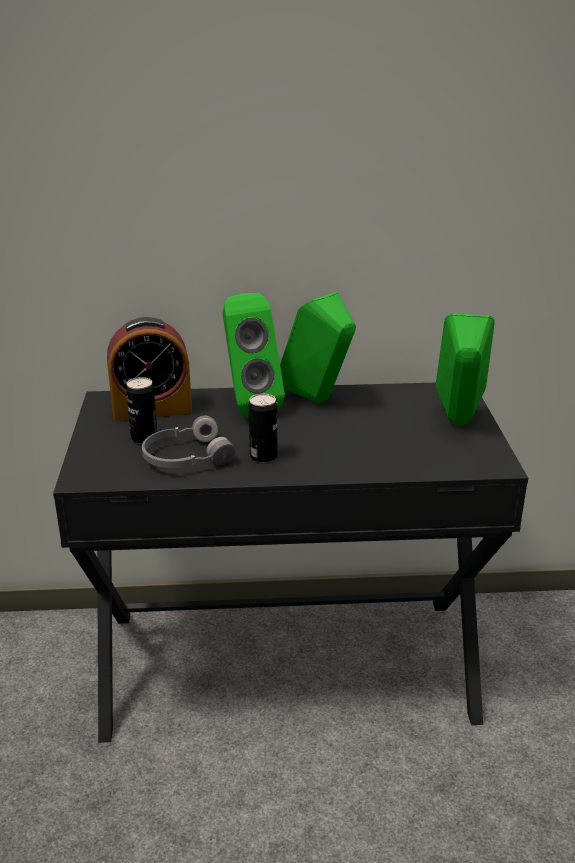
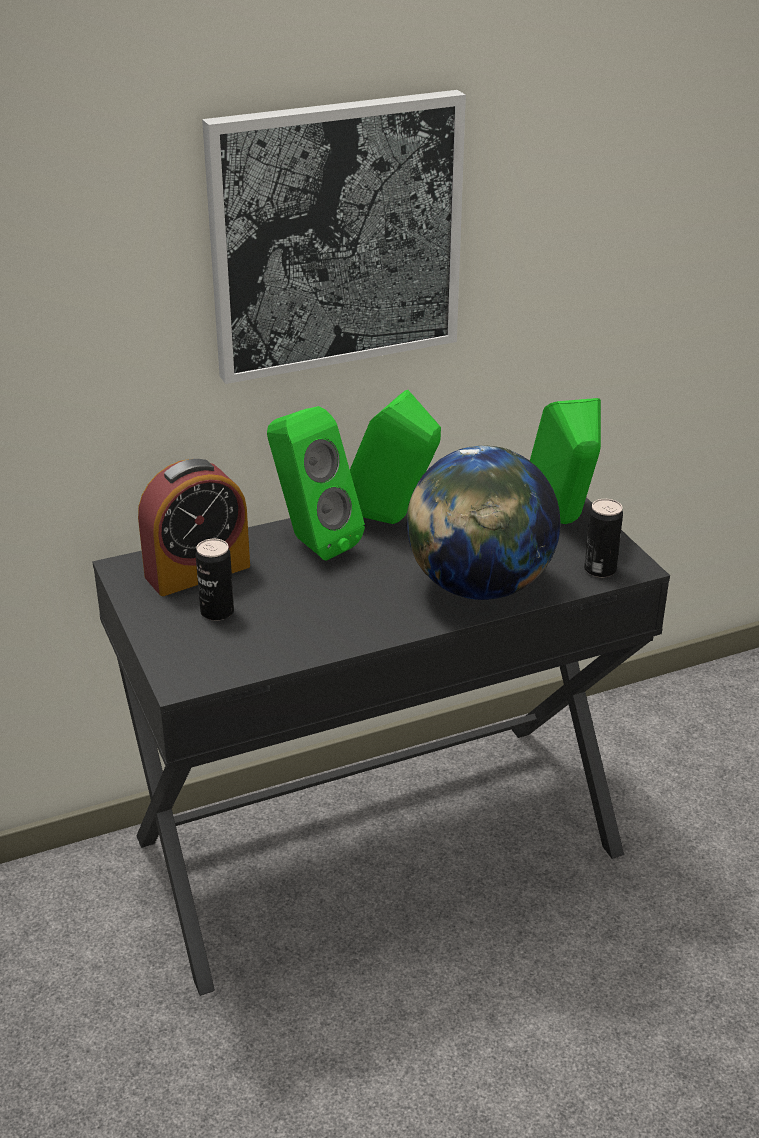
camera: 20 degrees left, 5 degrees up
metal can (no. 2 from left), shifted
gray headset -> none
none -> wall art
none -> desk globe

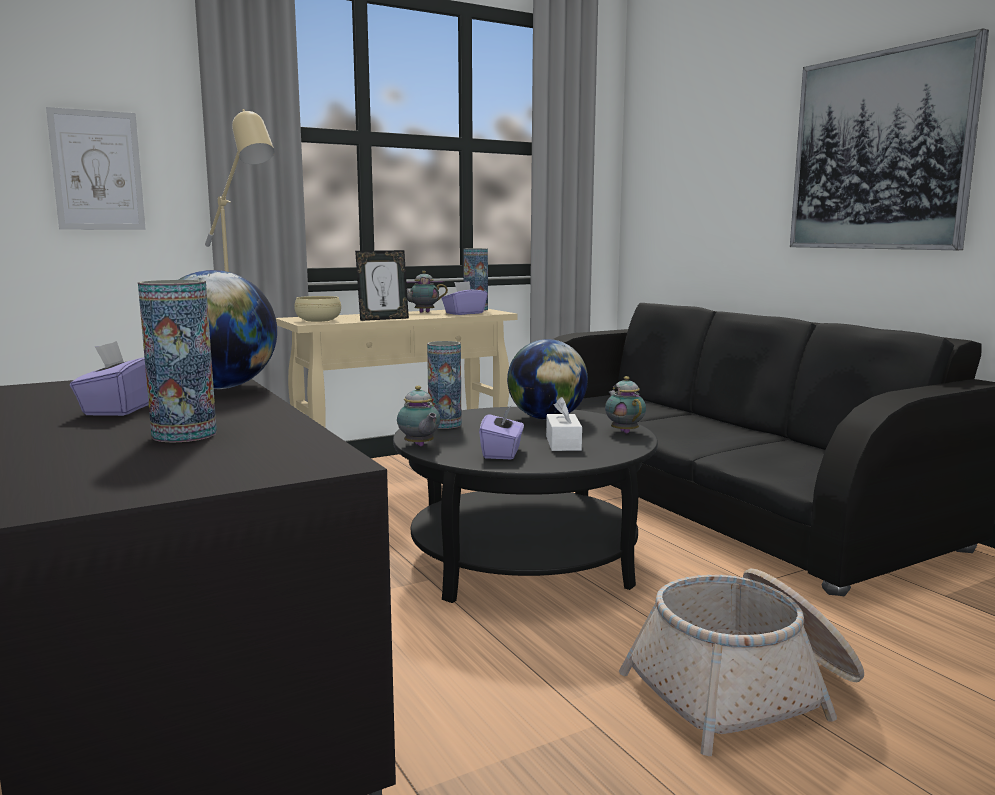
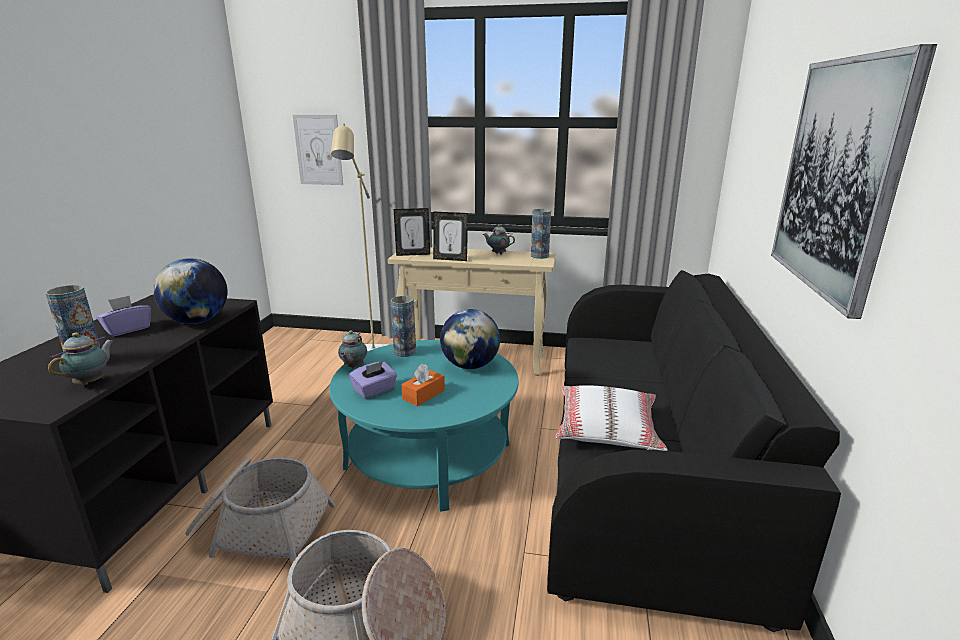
camera: 40 degrees right, 10 degrees up
purplish tissue holder (no. 2 from left) -> none
beige deep dish -> picture frame (no. 1 from left)
pot for tea (no. 3 from left in the first image) -> pot for tea (no. 1 from left), shifted
white-coloured tissue holder -> orangey tissue holder
black-coloured coffee table -> turquoise coffee table
none -> white-coloured cushion
none -> household basket (no. 1 from left)

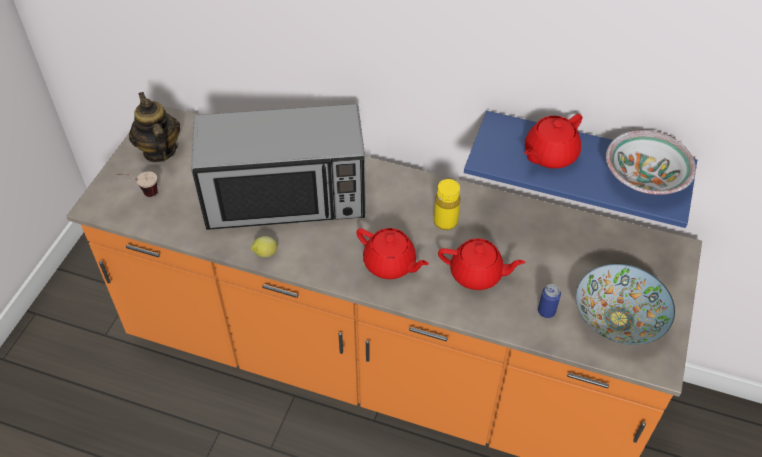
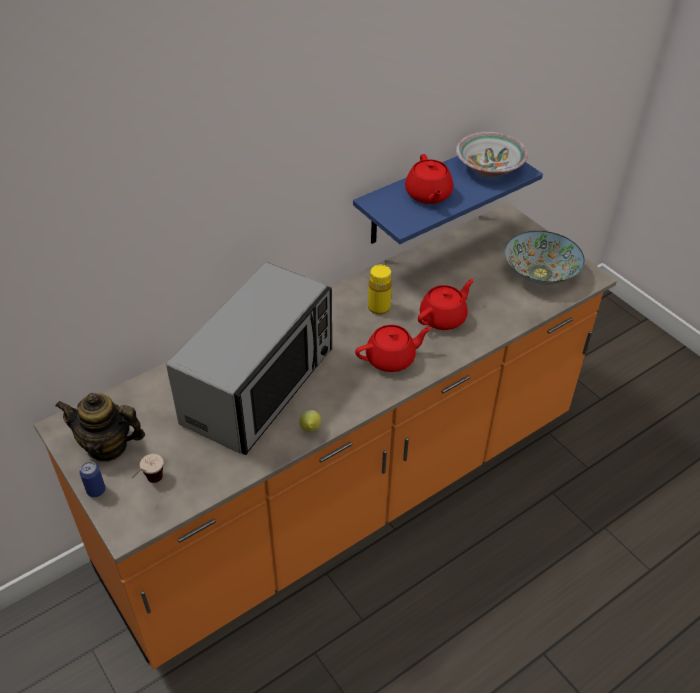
camera: 55 degrees left, 5 degrees down
metal can, shifted

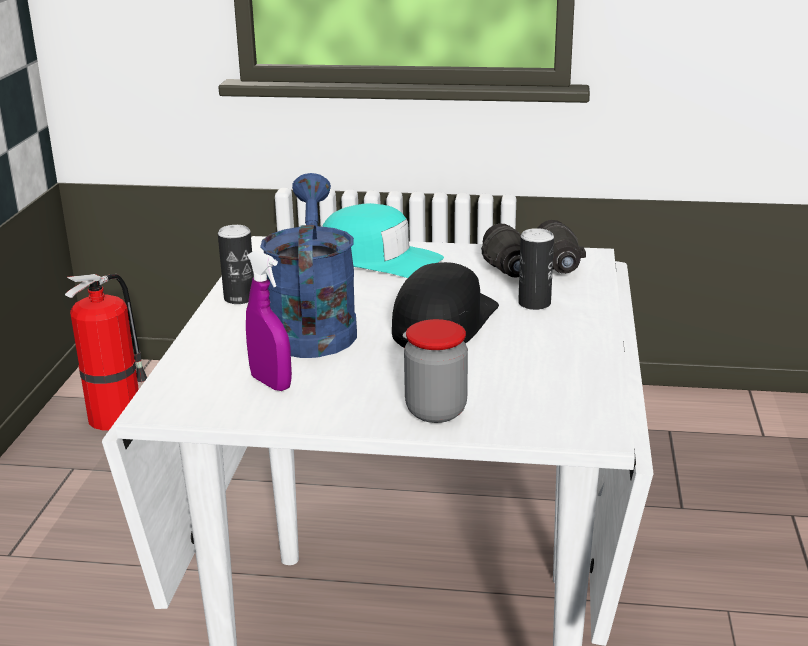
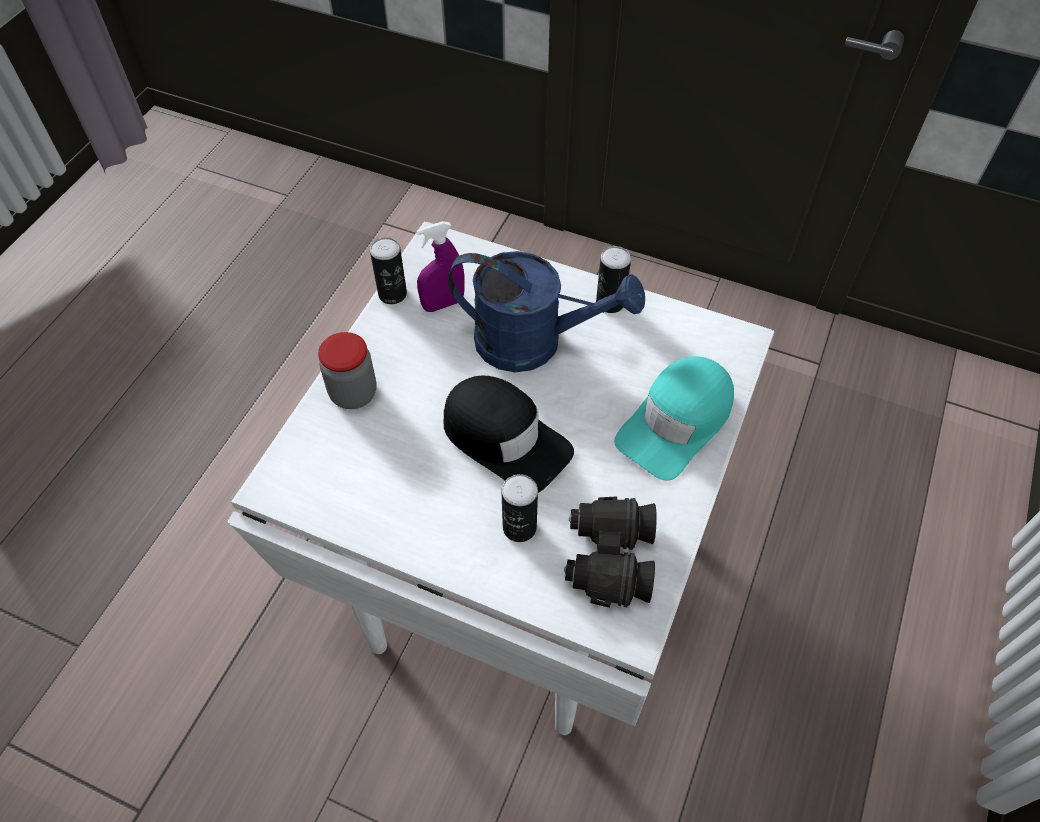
camera: 105 degrees right, 30 degrees up
extinguisher -> none
none -> metal can (no. 1 from left)

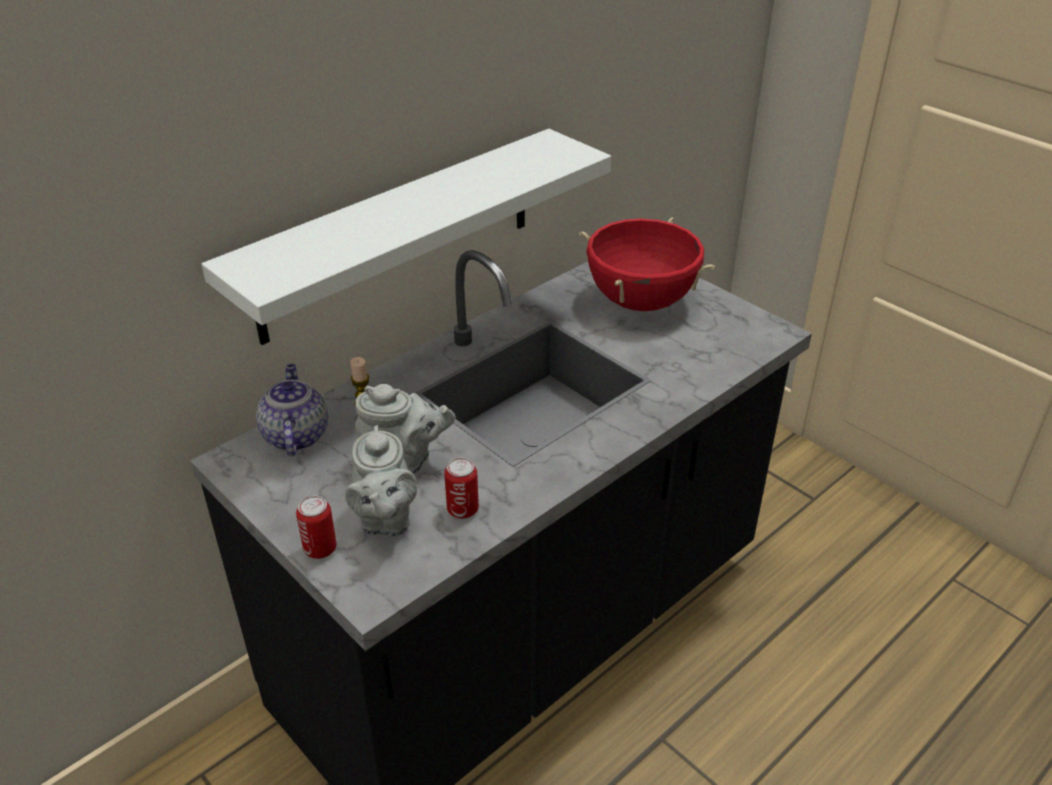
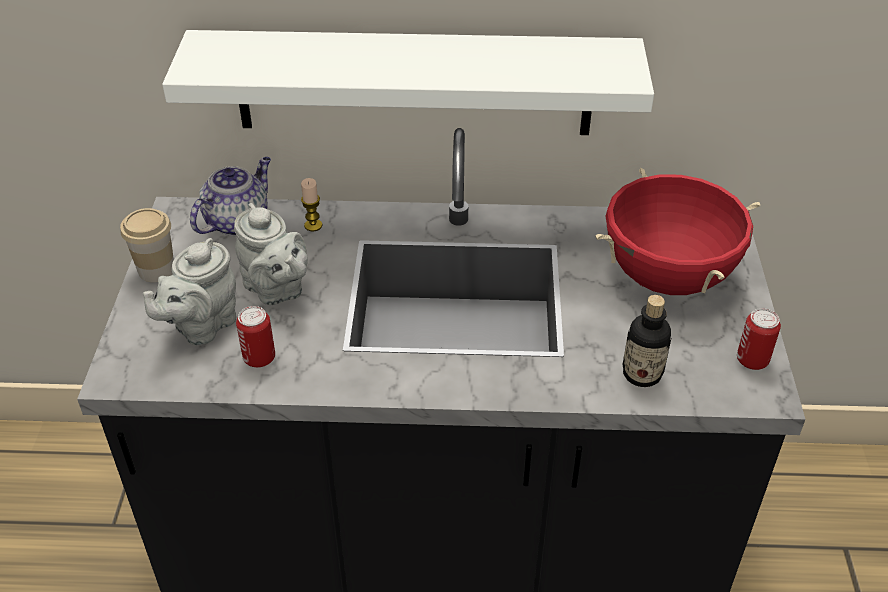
camera: 45 degrees right, 5 degrees up
metal can (no. 1 from left in the first image) -> metal can (no. 2 from left), shifted
none -> small cup
none -> drink bottle

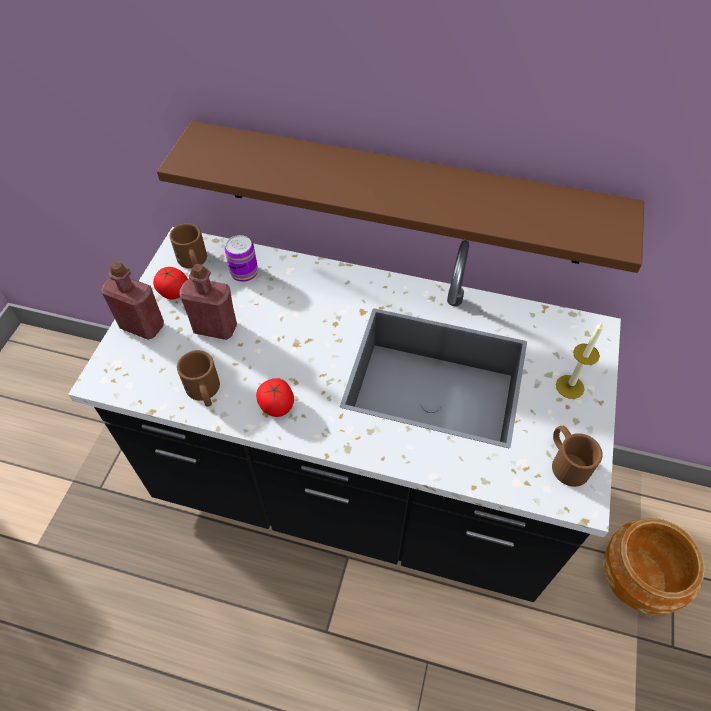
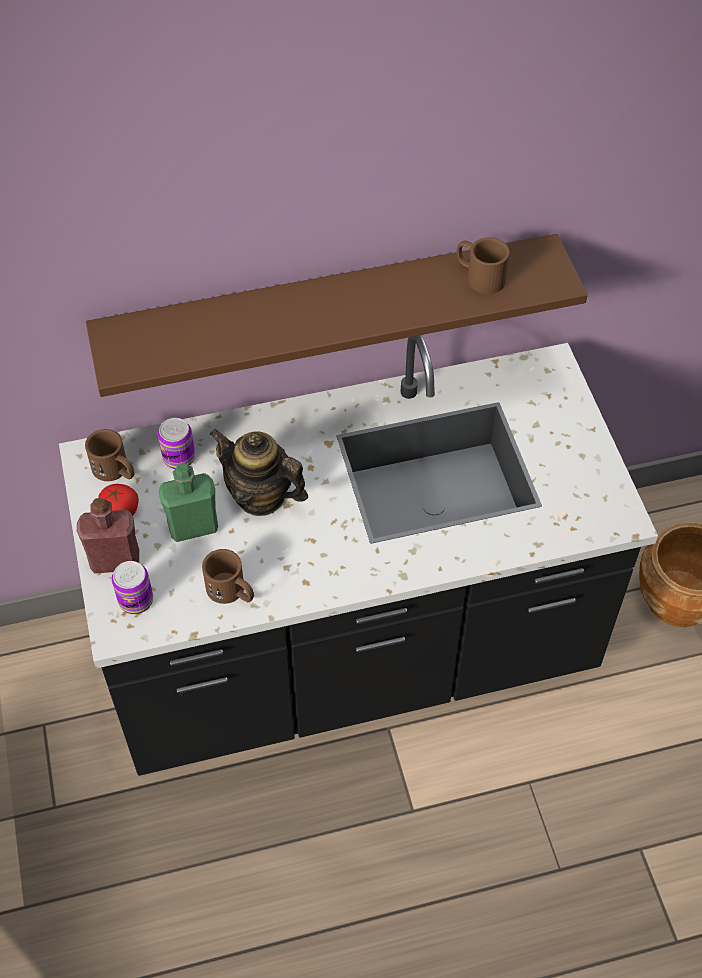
camera: 30 degrees left, 0 degrees up
red-coloured drink bottle (no. 2 from left) -> greenish drink bottle
wax light -> none
tomato (no. 2 from left) -> none
brown-coloured tea mug (no. 3 from left), shifted
none -> pot for tea
none -> metal can (no. 1 from left)

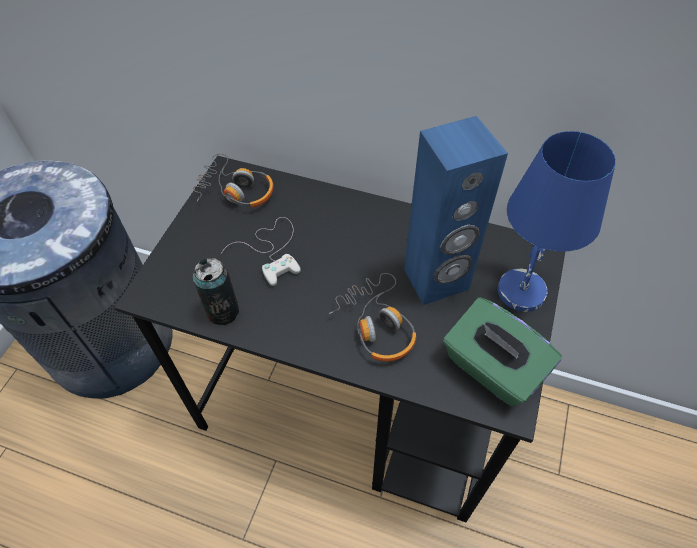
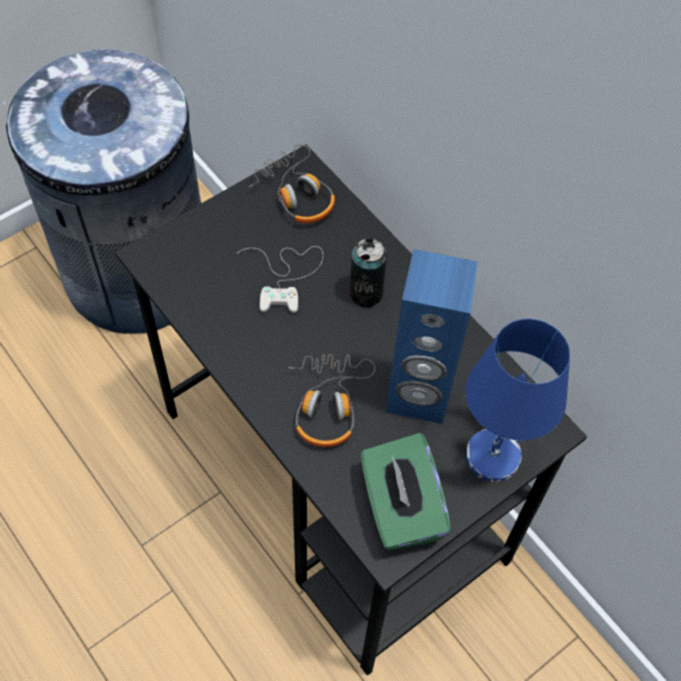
camera: 30 degrees right, 5 degrees up
metal can, shifted

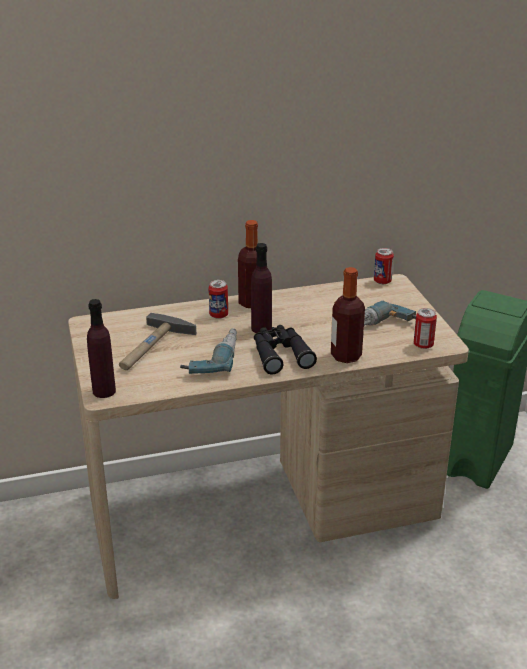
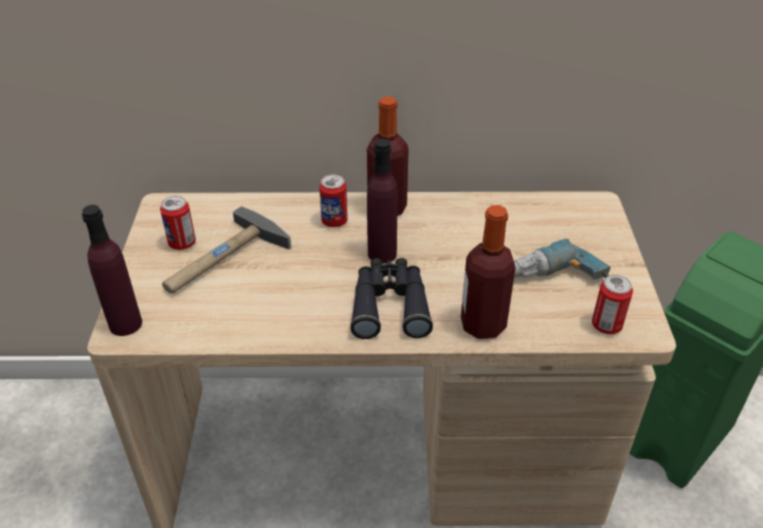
camera: 15 degrees right, 10 degrees up
metal can (no. 2 from left in the first image) -> metal can (no. 1 from left), shifted
drill (no. 1 from left) -> none

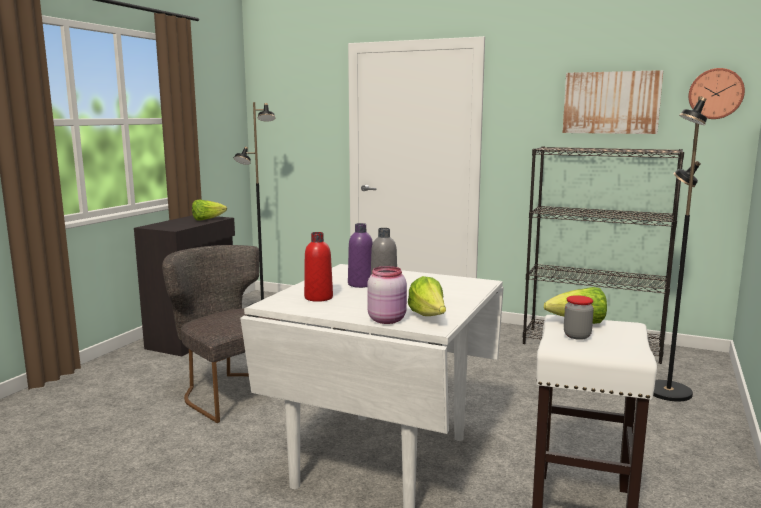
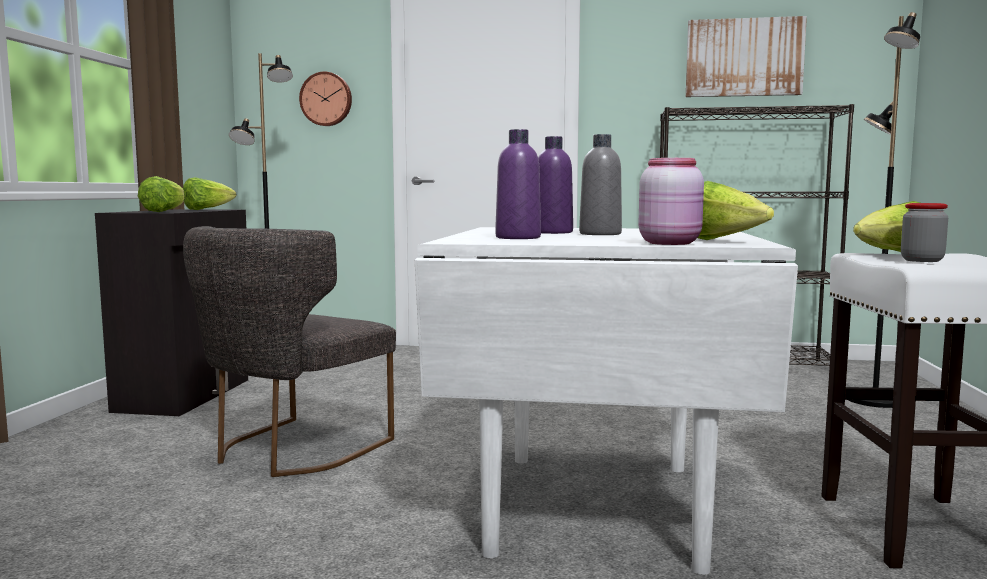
camera: 15 degrees left, 5 degrees down
wall clock, shifted
red-coloured drink bottle -> purplish drink bottle (no. 1 from left)
gray chair, 90 degrees counterclockwise
none -> head of lettuce (no. 1 from left)

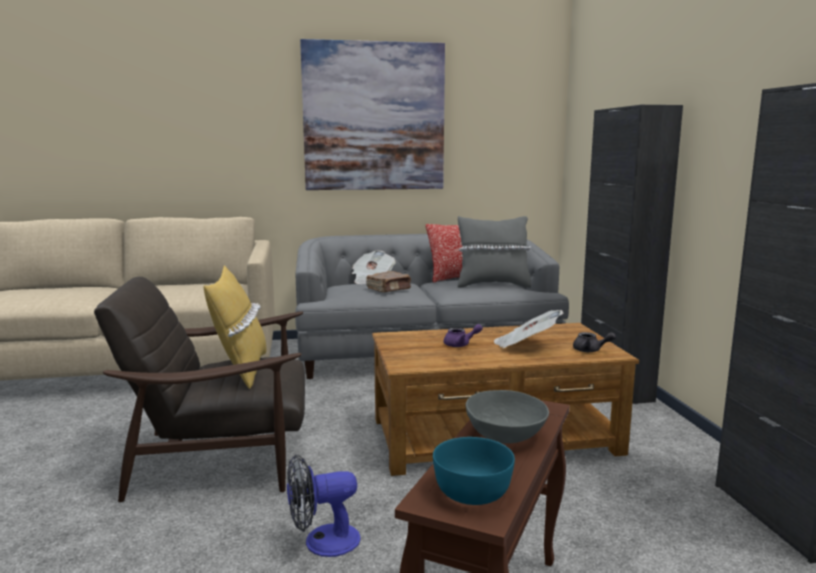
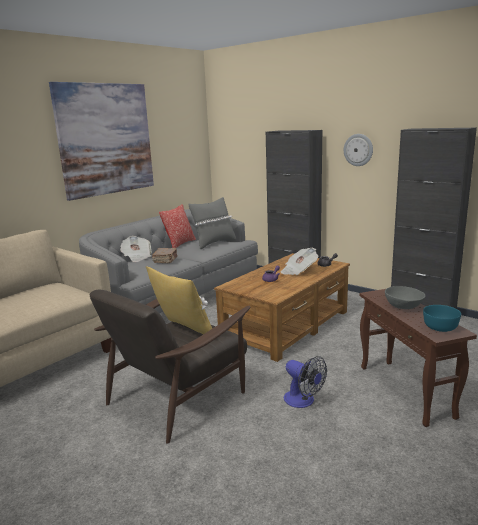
camera: 40 degrees left, 5 degrees up
cooling fan, 75 degrees counterclockwise
none -> wall clock

